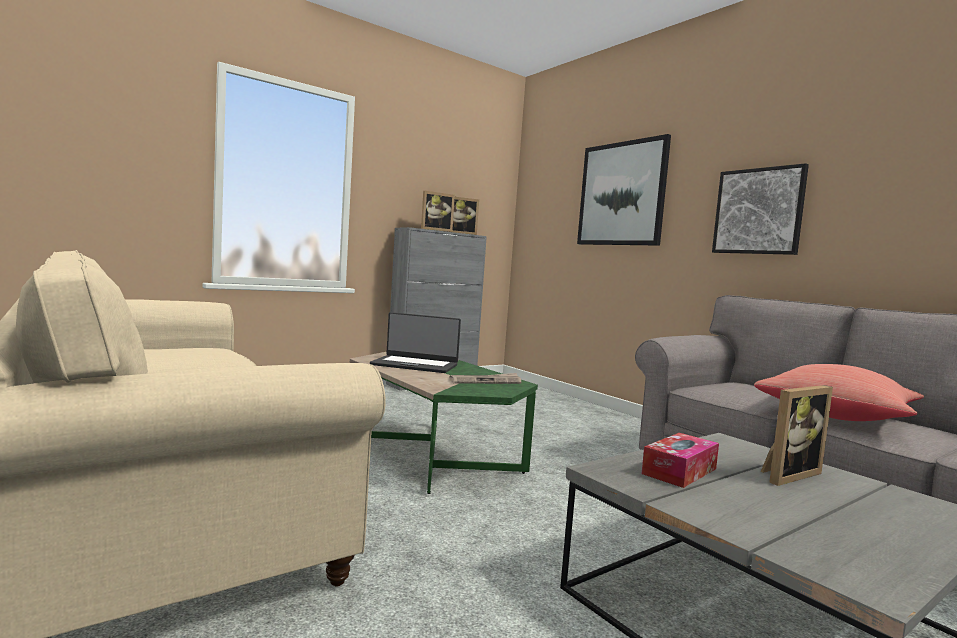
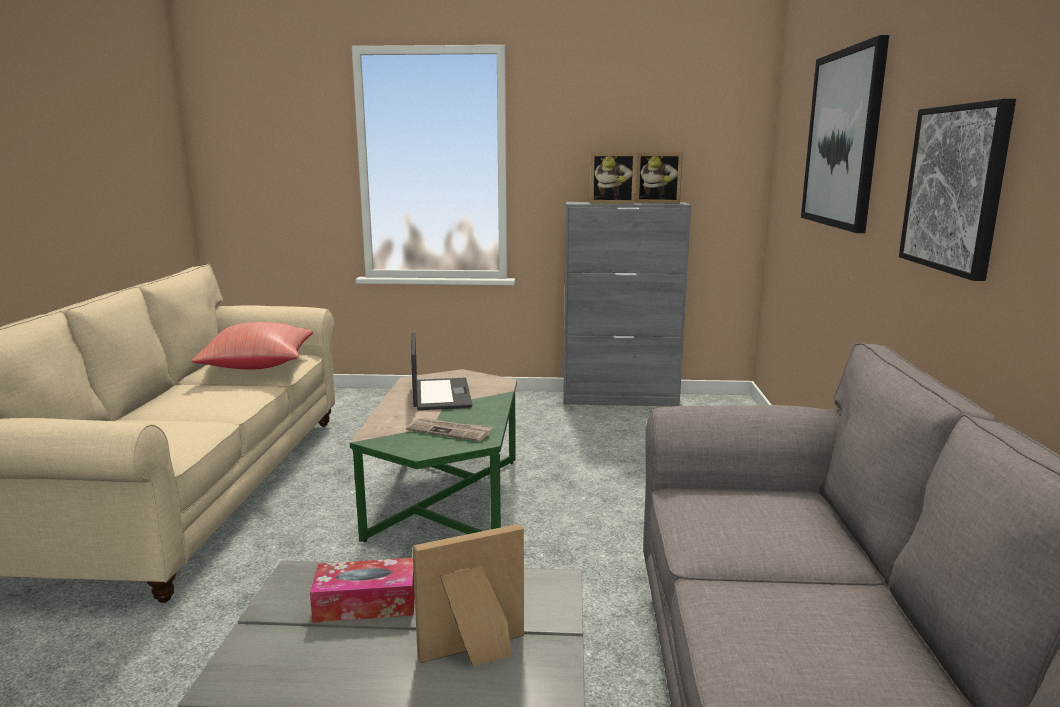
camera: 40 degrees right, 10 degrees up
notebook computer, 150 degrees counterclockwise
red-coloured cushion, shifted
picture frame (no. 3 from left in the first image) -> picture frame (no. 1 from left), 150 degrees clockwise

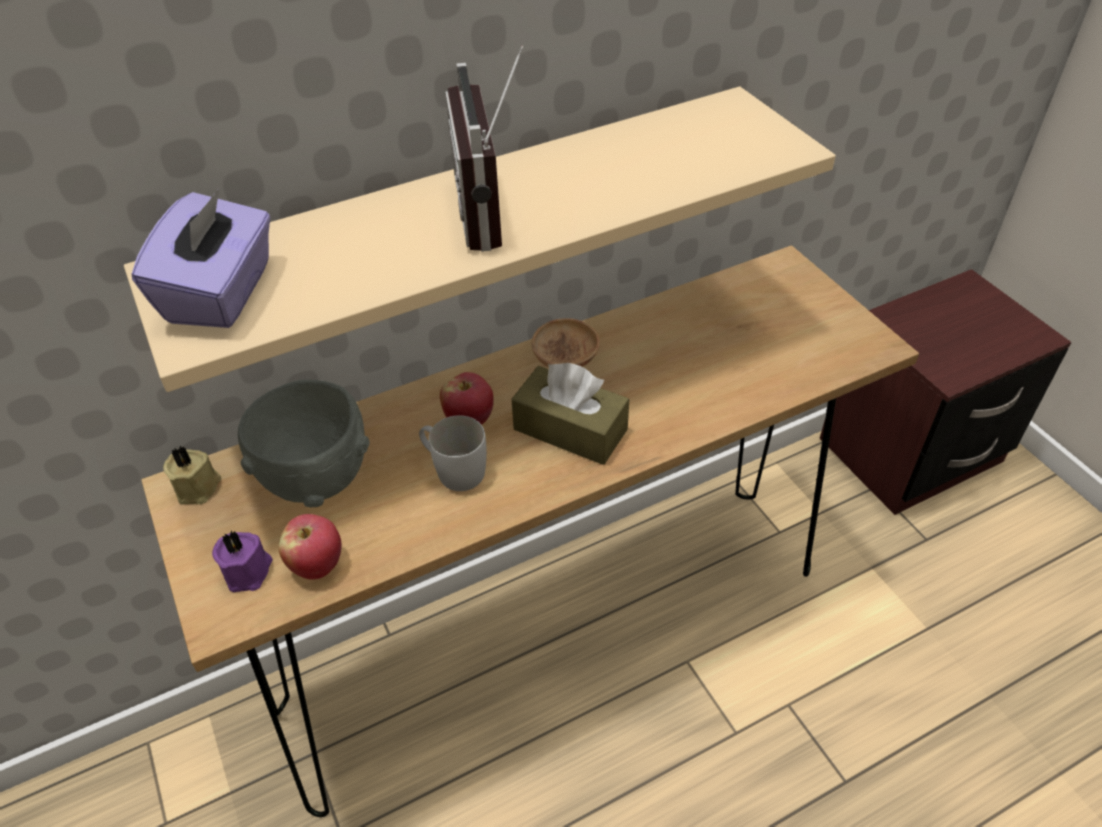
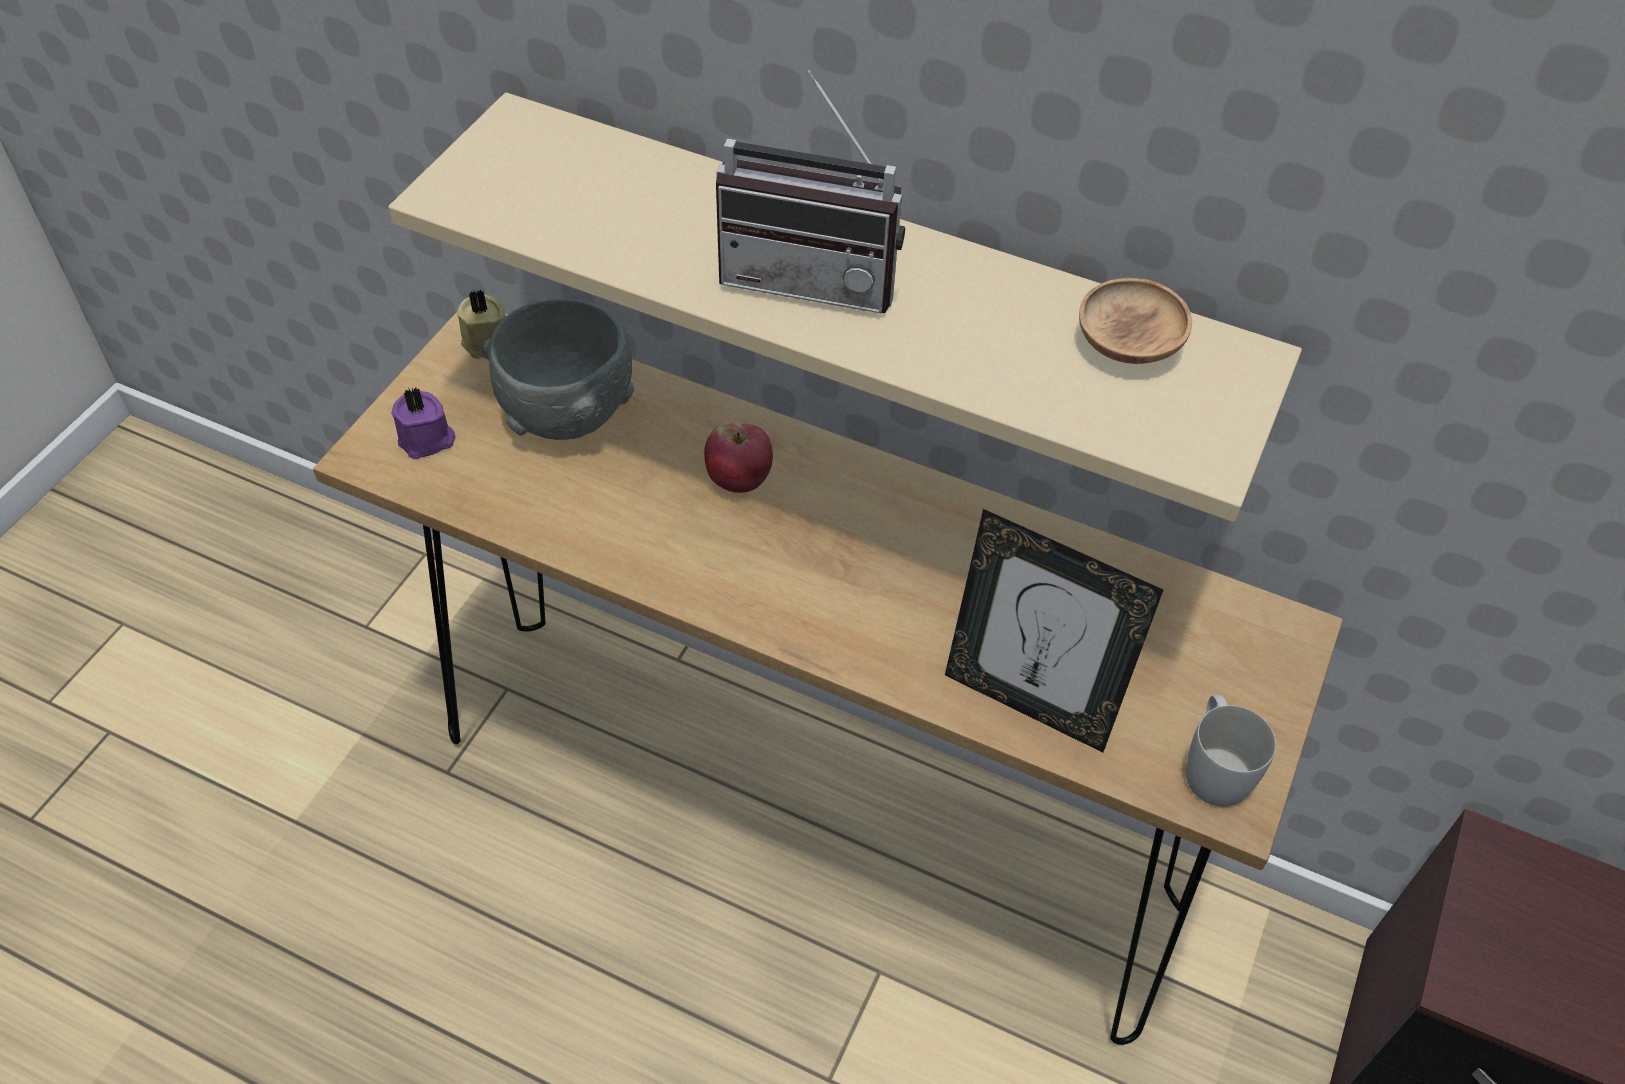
camera: 50 degrees right, 5 degrees up
radio, 120 degrees counterclockwise
purplish tissue holder -> none
brown-coloured deep dish, shifted
brown-coloured tissue holder -> none
white-coloured tea mug, shifted
whole apple (no. 1 from left) -> none
none -> picture frame

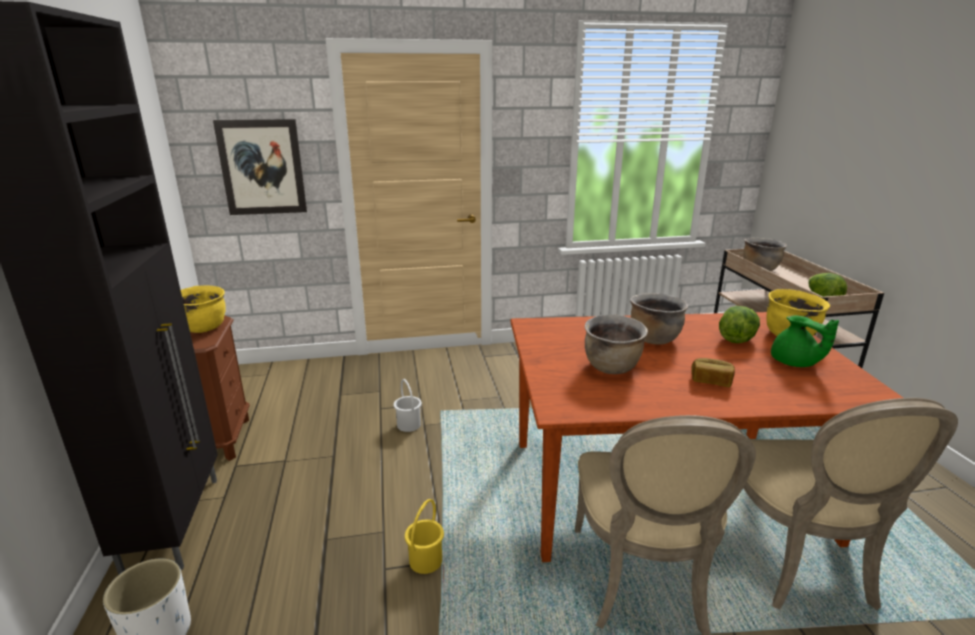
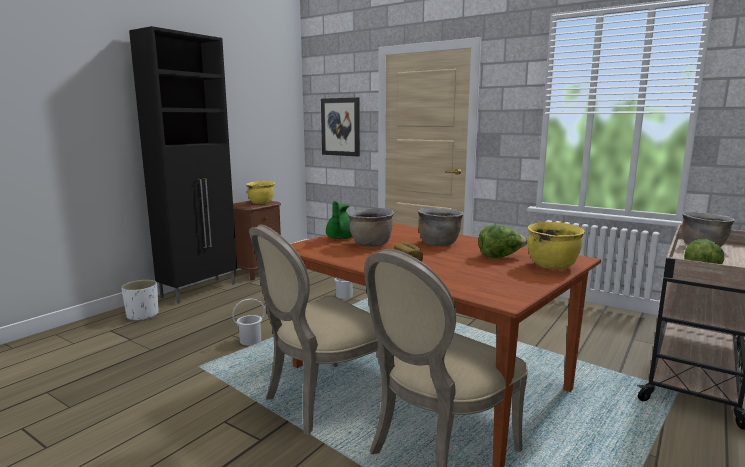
camera: 45 degrees right, 10 degrees down
greenish pot for tea, shifted
yellowish bucket -> white-coloured bucket (no. 1 from left)

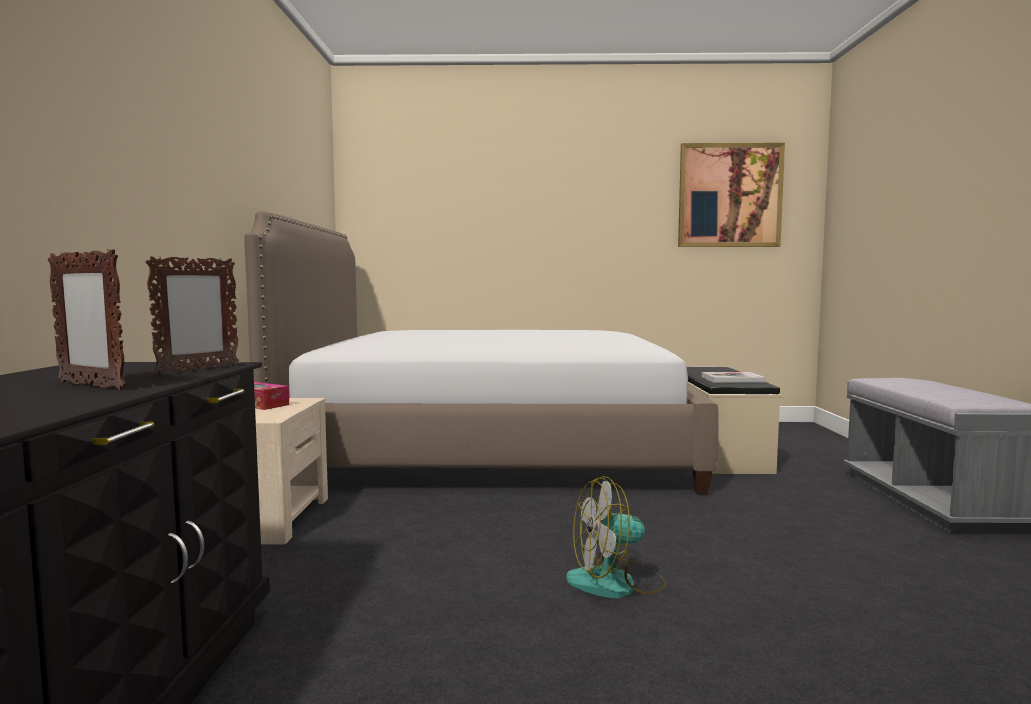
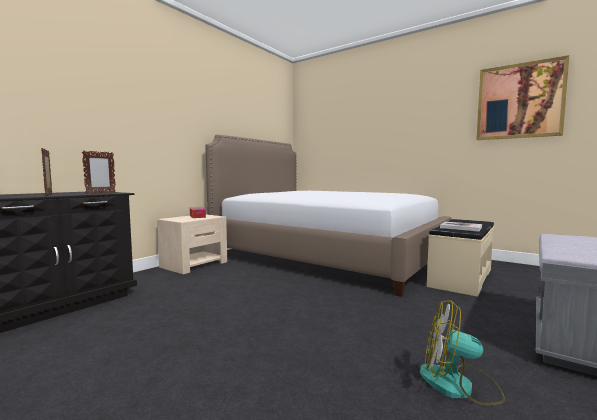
camera: 35 degrees right, 0 degrees up
picture frame (no. 2 from left), 45 degrees counterclockwise
cooling fan, shifted

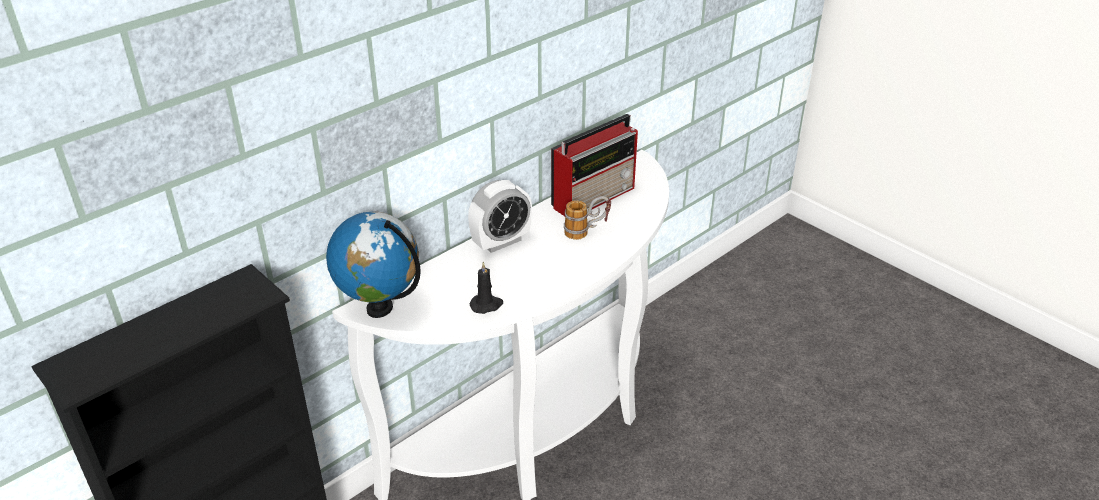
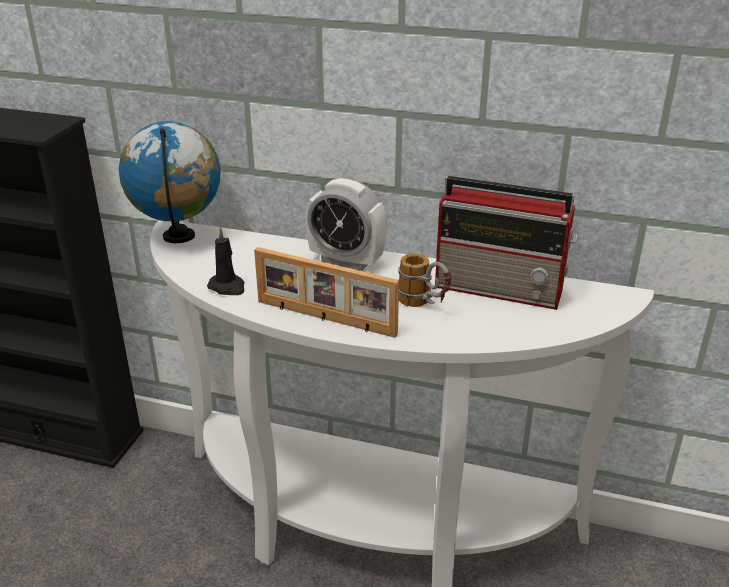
camera: 60 degrees right, 5 degrees down
none -> picture frame

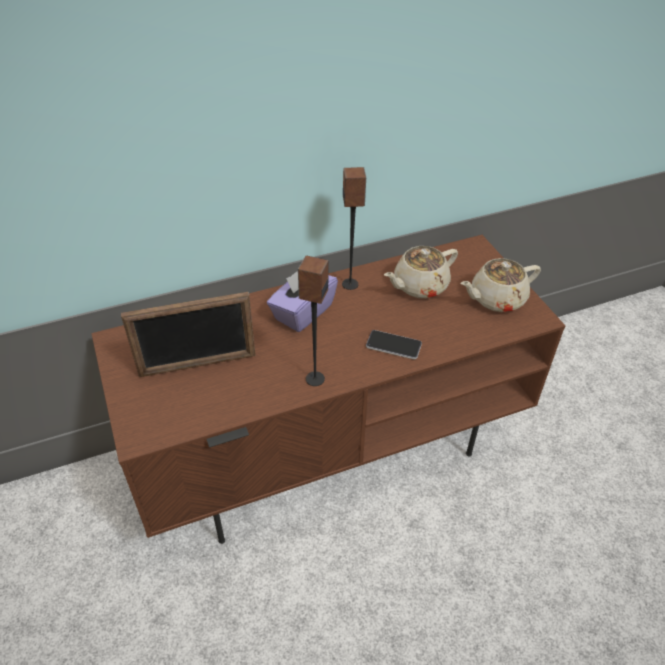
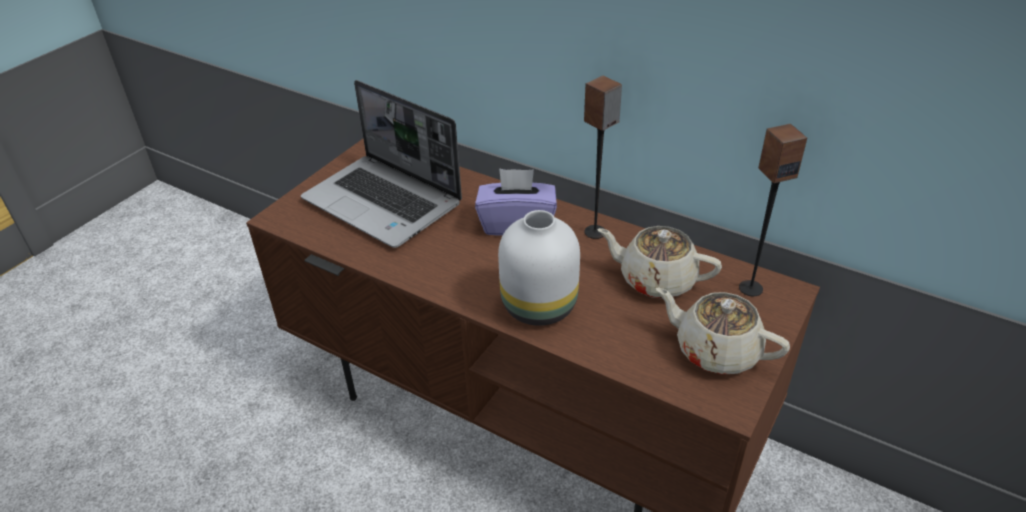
camera: 55 degrees right, 5 degrees down
speaker (no. 1 from left in the first image) -> speaker (no. 2 from left), shifted
picture frame -> notebook computer
phone -> white-coloured decorative vase

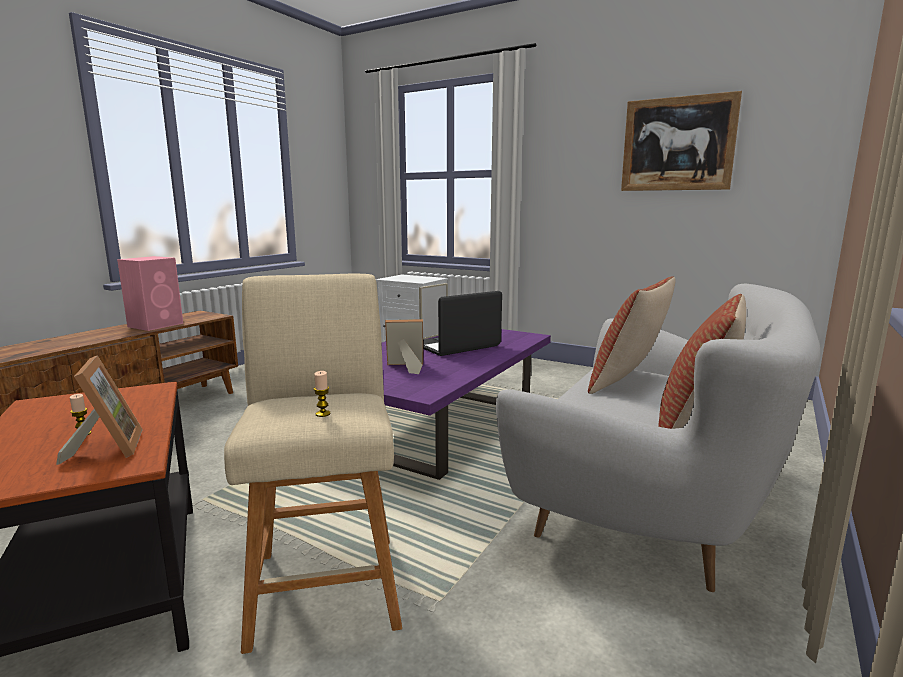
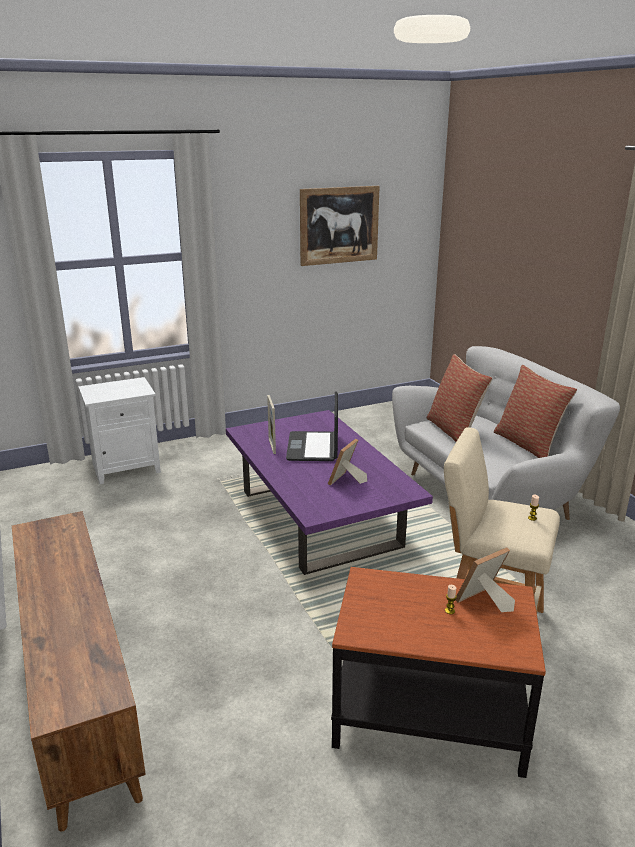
camera: 55 degrees left, 10 degrees up
pink speaker -> none
picture frame (no. 1 from left in the first image) -> picture frame (no. 3 from left), 45 degrees counterclockwise

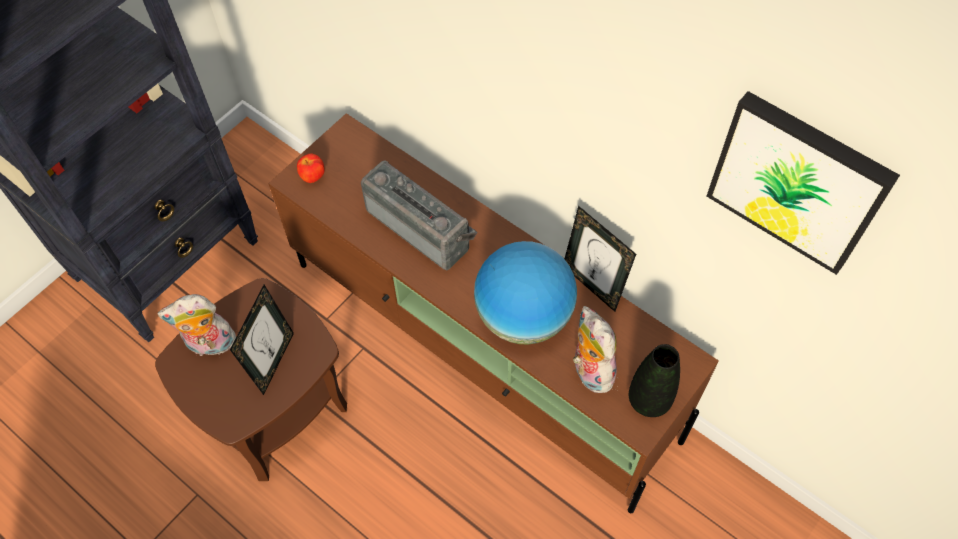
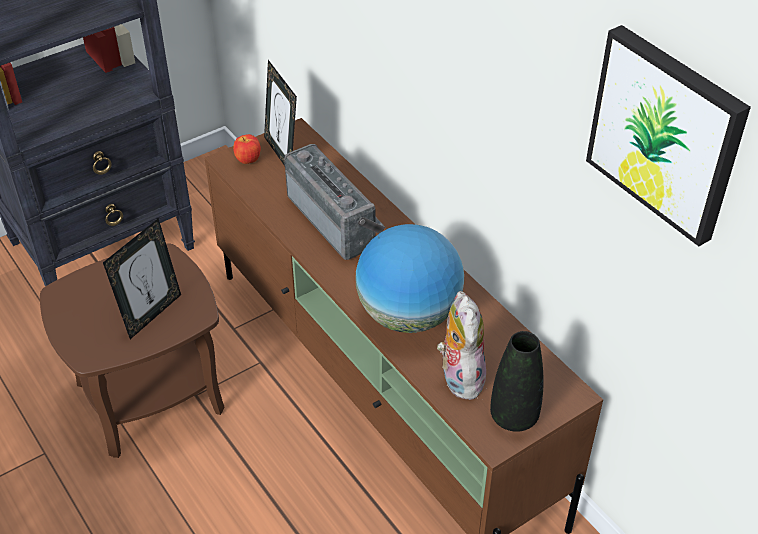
camera: 15 degrees right, 15 degrees down
picture frame (no. 2 from left), shifted
soft toy (no. 1 from left) -> none

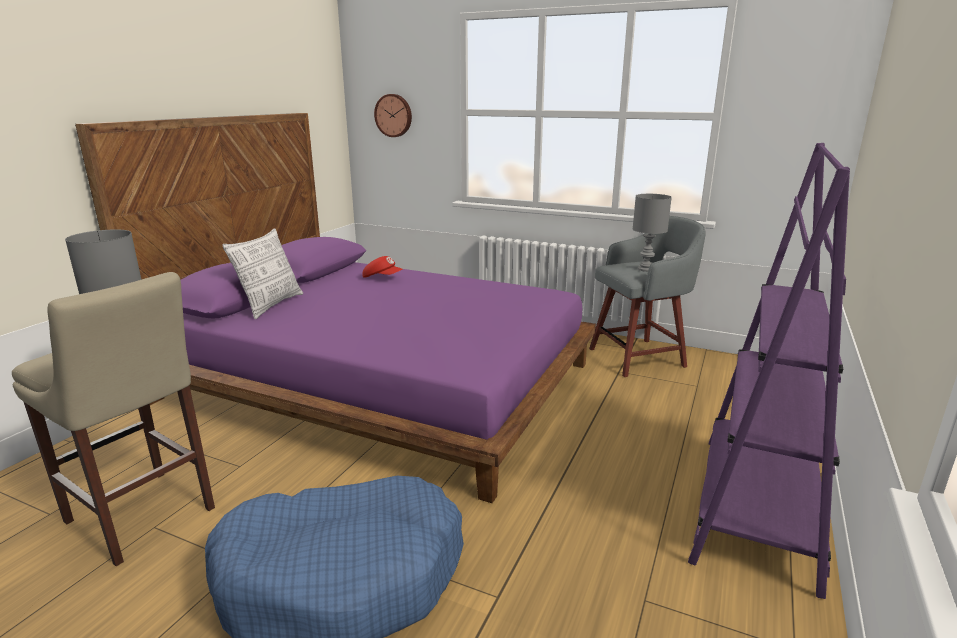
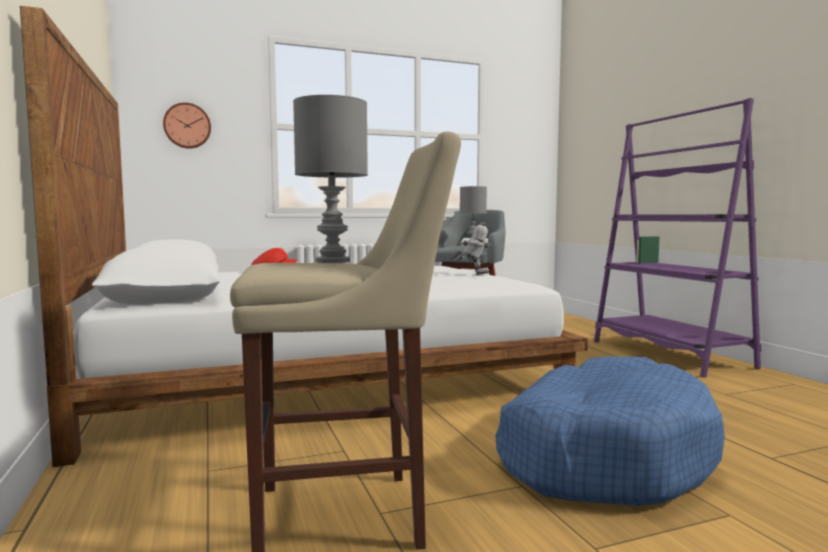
camera: 45 degrees left, 15 degrees down
purplish bed -> white-coloured bed
cushion -> none
none -> toy robot

